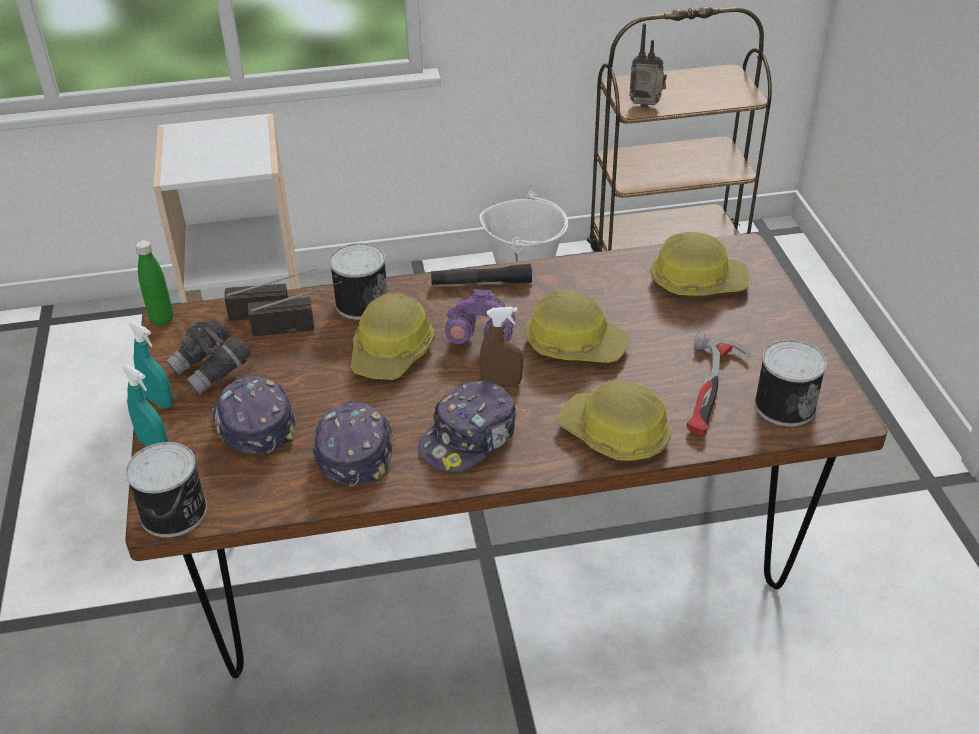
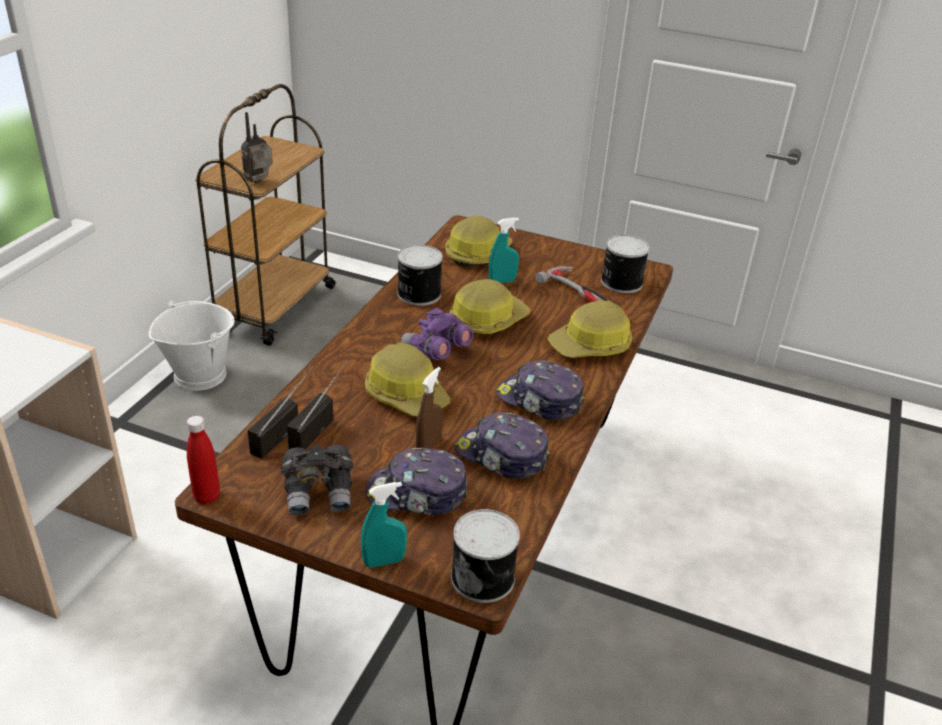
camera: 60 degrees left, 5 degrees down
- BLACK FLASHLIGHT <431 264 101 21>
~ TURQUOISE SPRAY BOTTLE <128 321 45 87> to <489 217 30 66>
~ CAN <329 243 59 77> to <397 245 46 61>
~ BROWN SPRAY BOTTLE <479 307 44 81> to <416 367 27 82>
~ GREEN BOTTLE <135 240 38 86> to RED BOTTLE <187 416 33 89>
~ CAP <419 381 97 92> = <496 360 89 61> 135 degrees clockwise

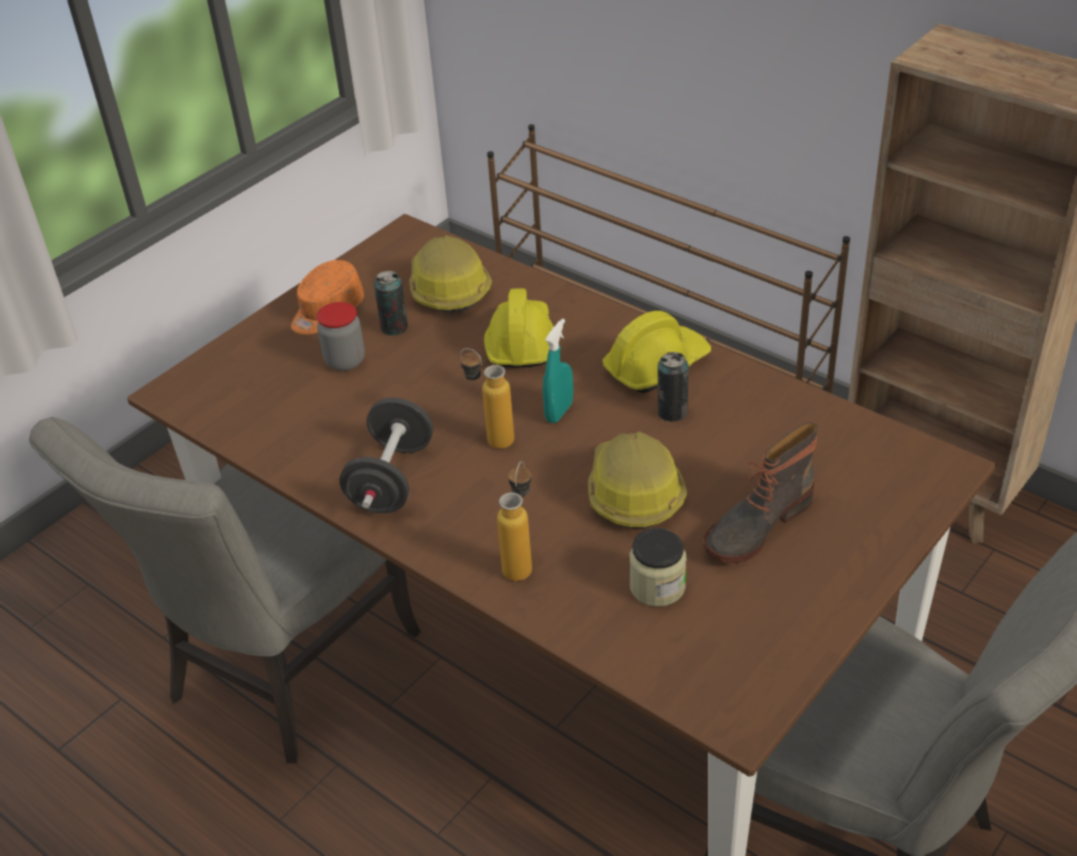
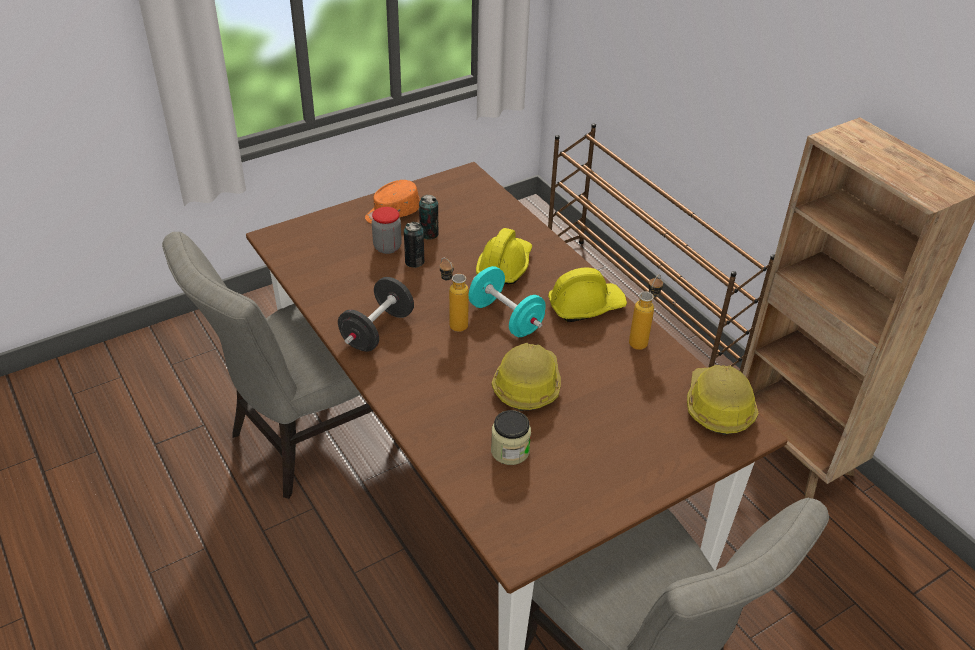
camera: 15 degrees right, 0 degrees up
- BOOT <703 422 115 141>
~ HARD HAT <409 235 83 78> to <687 365 71 70>
~ BOTTLE <497 461 35 120> to <629 274 34 76>
~ CAN <658 352 31 70> to <404 222 21 46>
~ TURQUOISE SPRAY BOTTLE <543 319 30 104> to TURQUOISE DUMBBELL <469 266 77 71>

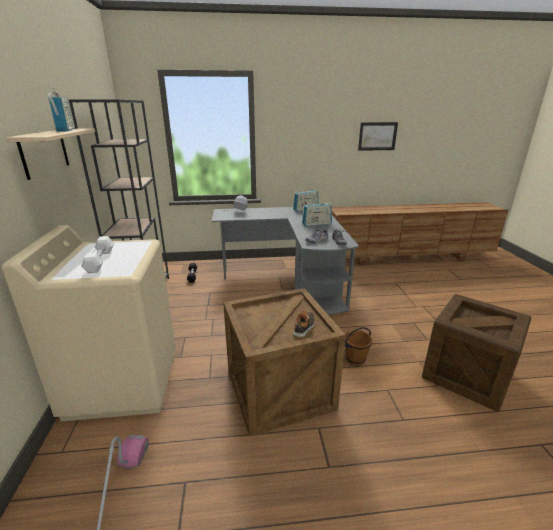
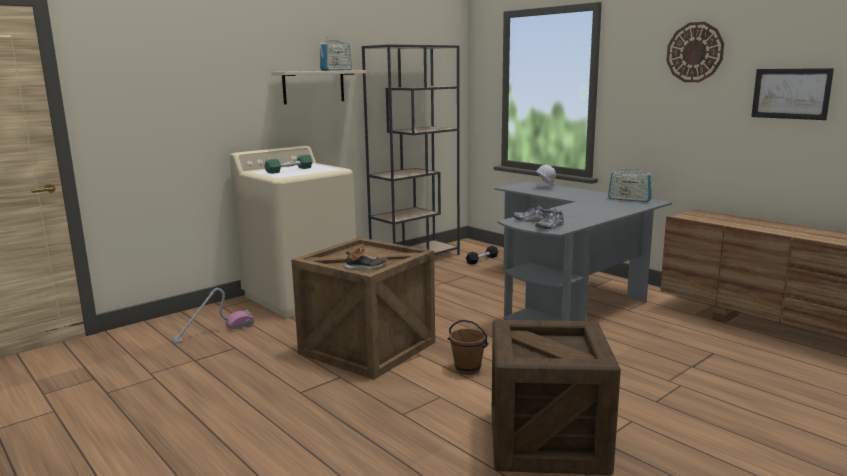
camera: 55 degrees right, 10 degrees down
- RADIO <302 202 30 24>
+ WALL CLOCK <666 22 58 60>
~ WHITE DUMBBELL <81 236 33 37> to GREEN DUMBBELL <264 154 48 20>

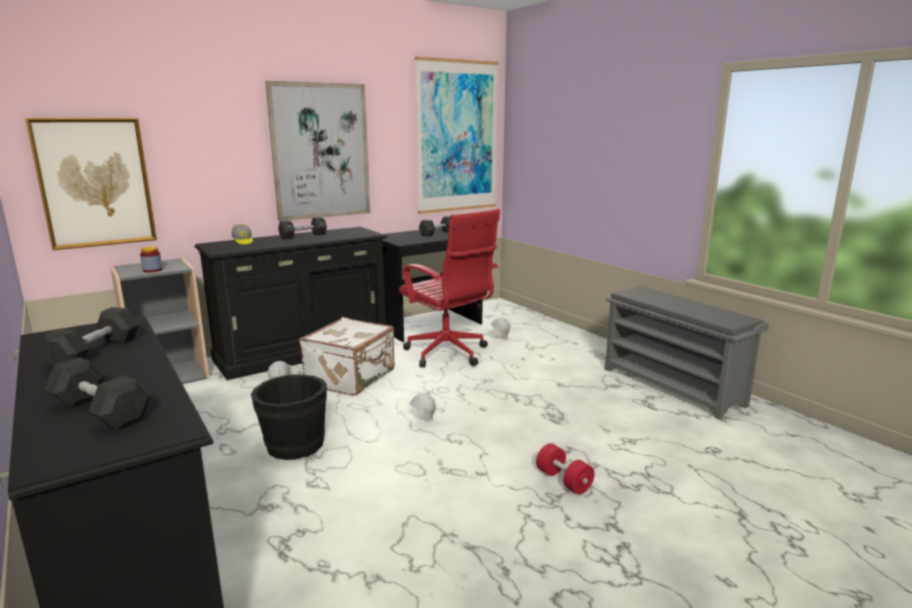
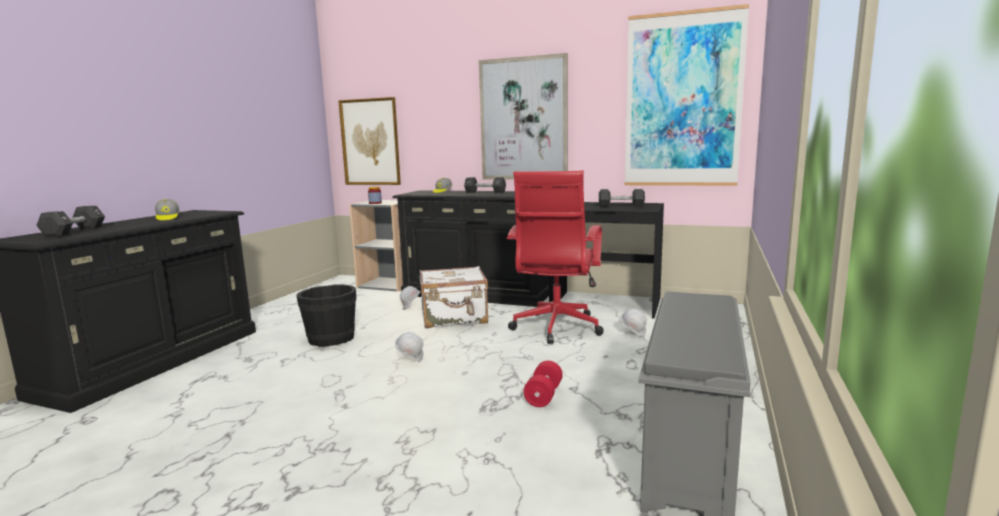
camera: 55 degrees right, 5 degrees down
~ RED DUMBBELL <536 443 59 51> to <523 361 40 46>
~ BLACK DUMBBELL <40 307 99 60> to CAP <155 199 24 21>

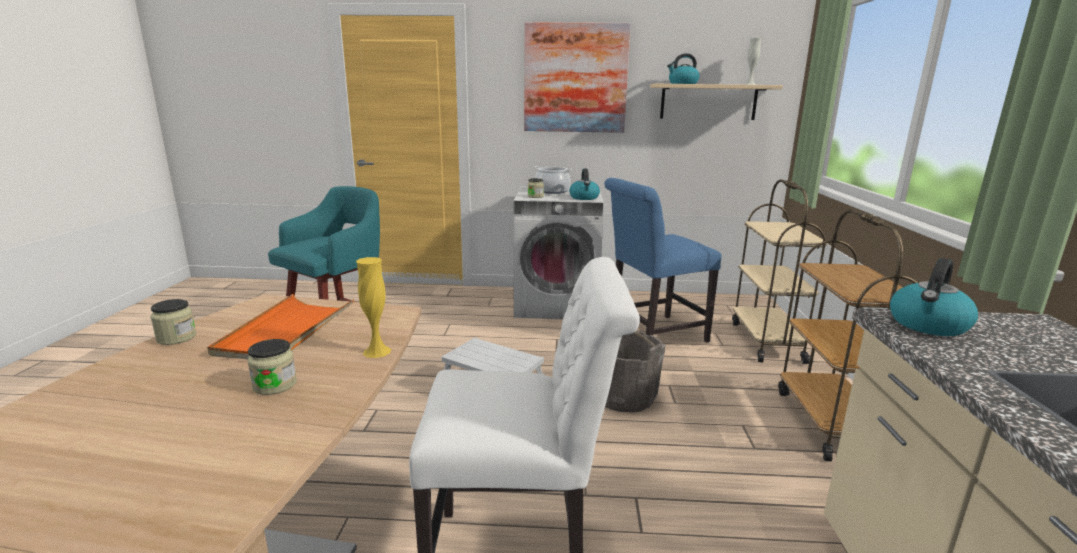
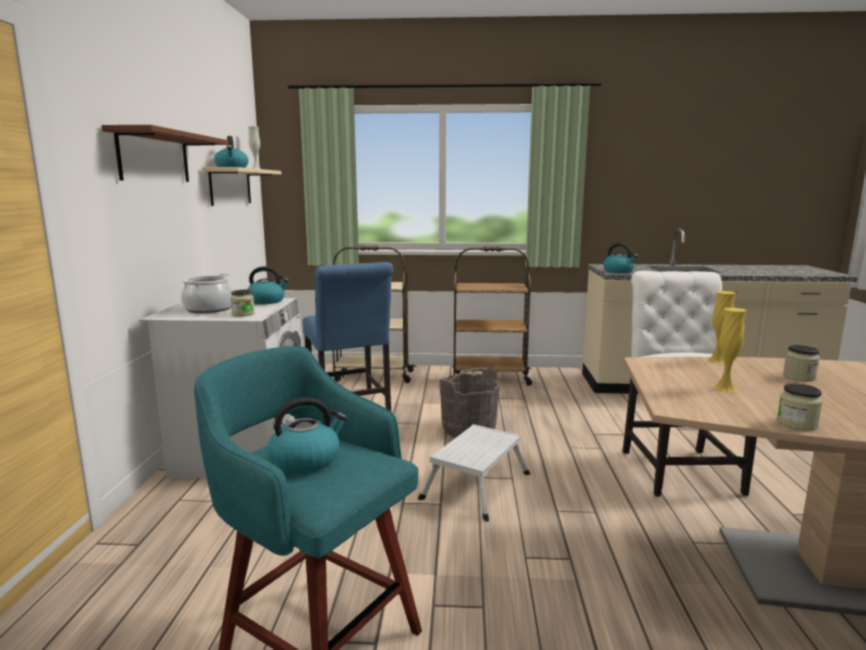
camera: 90 degrees left, 5 degrees down
+ KETTLE <268 397 79 77>
~ ORANGE TRAY <207 294 147 66> to YELLOW VASE <713 308 34 84>
~ PICTURE <524 22 107 111> to BROWN SHELF <101 125 128 57>

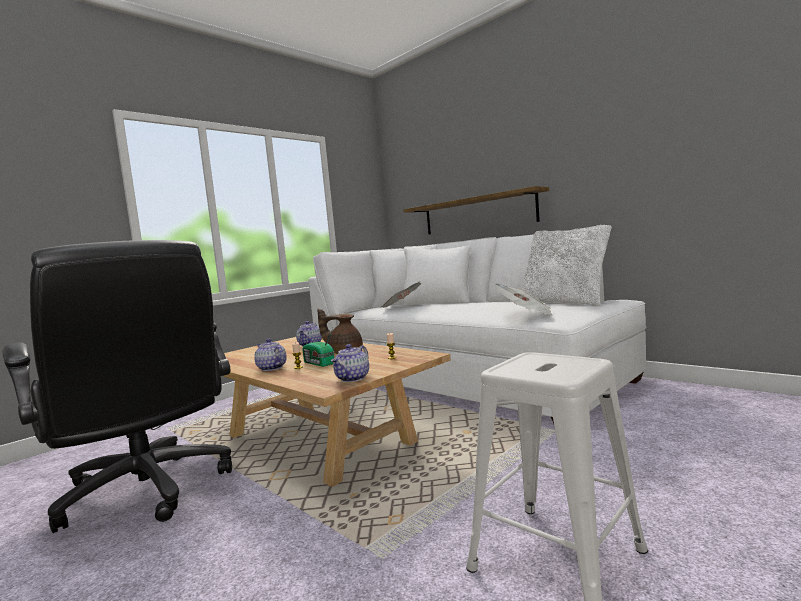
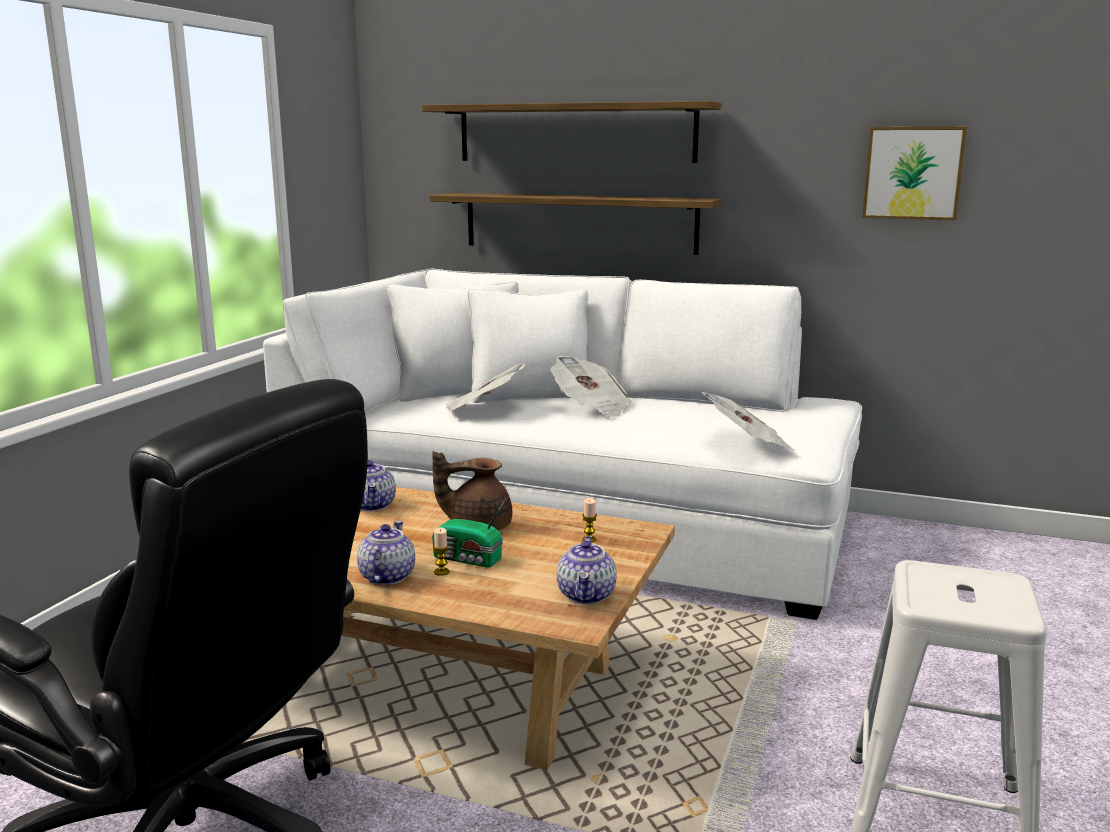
camera: 25 degrees left, 10 degrees up
- WHITE PILLOW <522 225 90 81>
+ SHELF <422 101 299 62>
+ NEWSPAPER <550 355 82 63>
+ PICTURE <862 127 105 93>
~ TEAPOT <254 339 33 32> = <357 521 58 64> 75 degrees clockwise

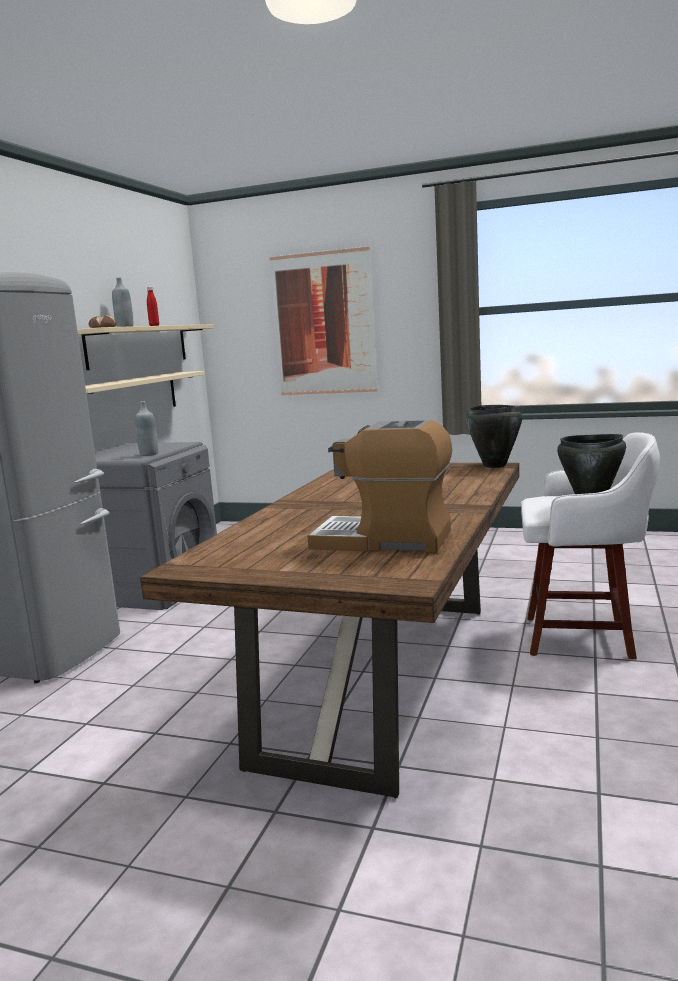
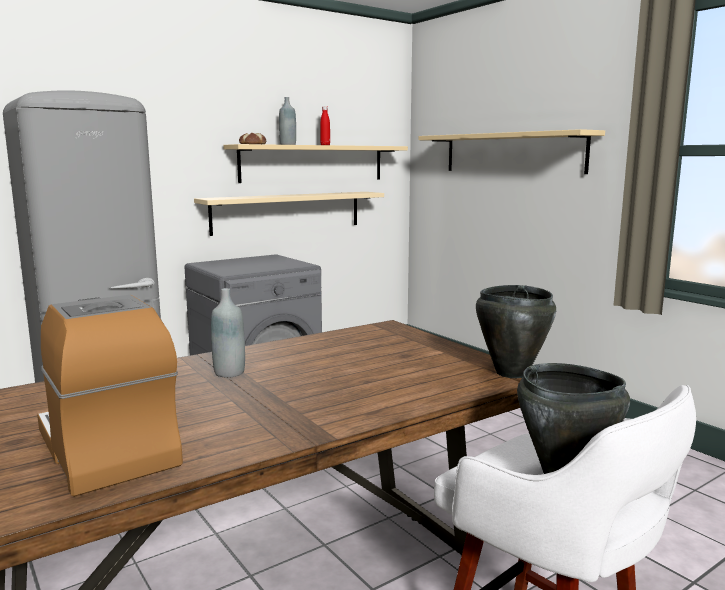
camera: 35 degrees right, 0 degrees up
~ GREY BOTTLE <135 401 23 55> to <211 288 34 90>
~ PICTURE <270 247 108 148> to BEIGE SHELF <419 129 186 45>

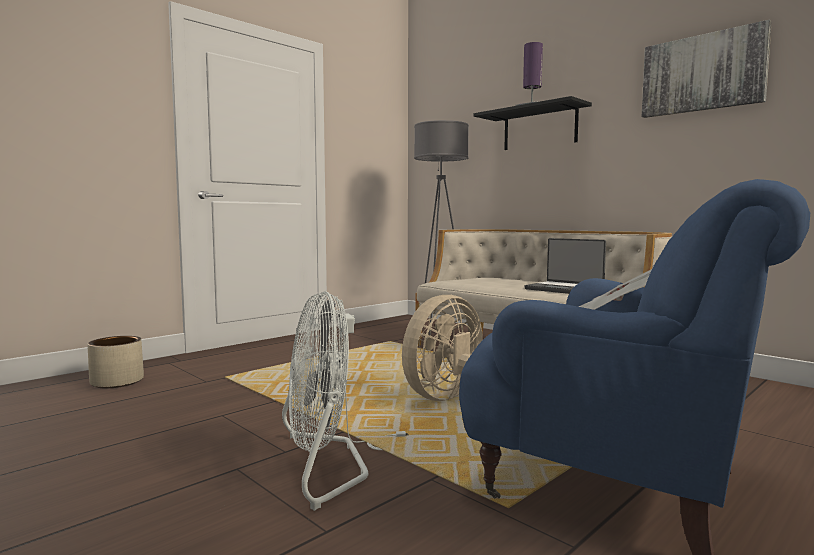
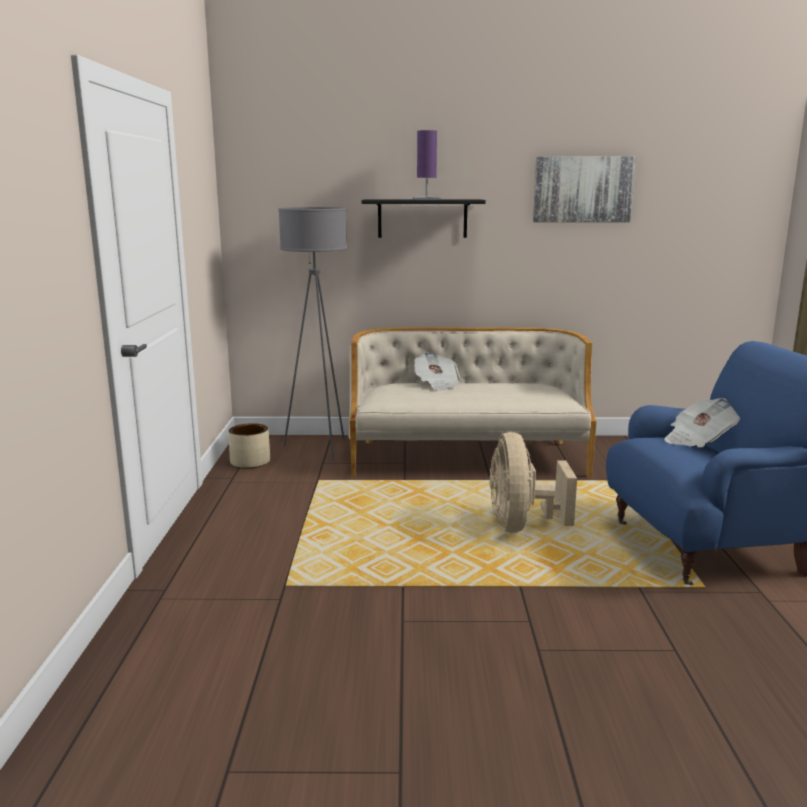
camera: 45 degrees left, 10 degrees up
- WHITE FAN <282 291 127 220>
- LAPTOP <525 238 81 56>
+ NEWSPAPER <414 352 47 39>
~ BEIGE PLANTER <87 336 57 52> to <228 423 42 46>

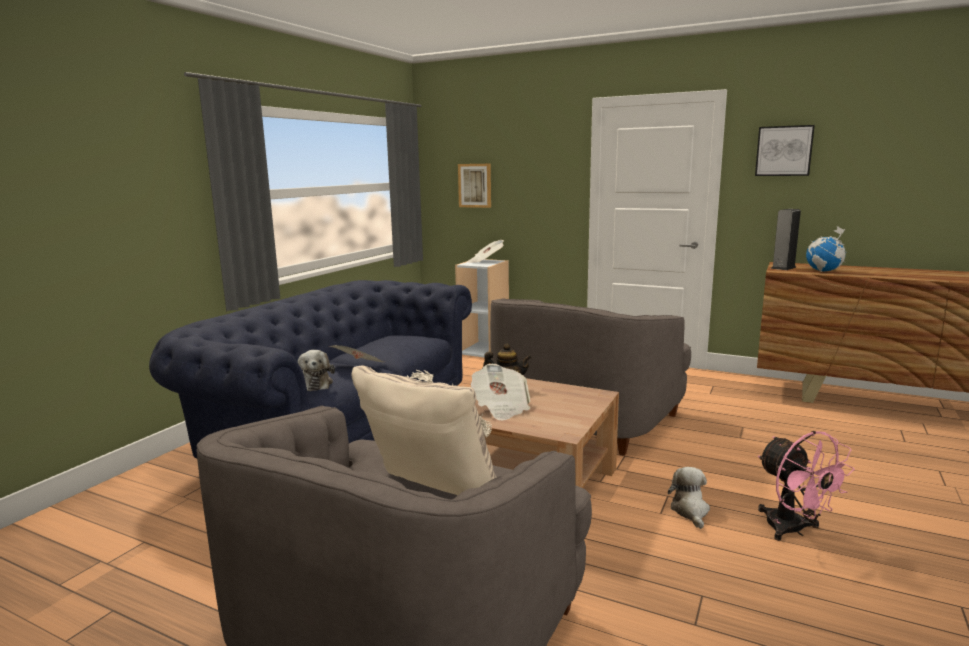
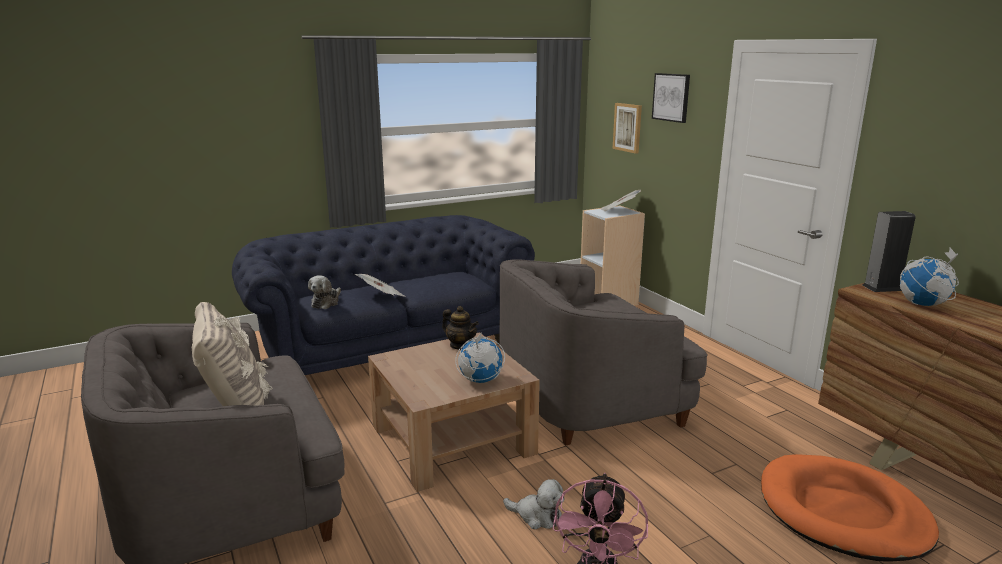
camera: 35 degrees right, 5 degrees up
- NEWSPAPER <471 364 59 57>
+ GLOBE <455 333 50 50>
+ ORANGE DOG BED <761 454 178 108>
~ PICTURE <755 125 60 51> to <652 73 38 50>
~ PLUSH TOY <668 467 42 62> = <503 479 61 50> 75 degrees clockwise

